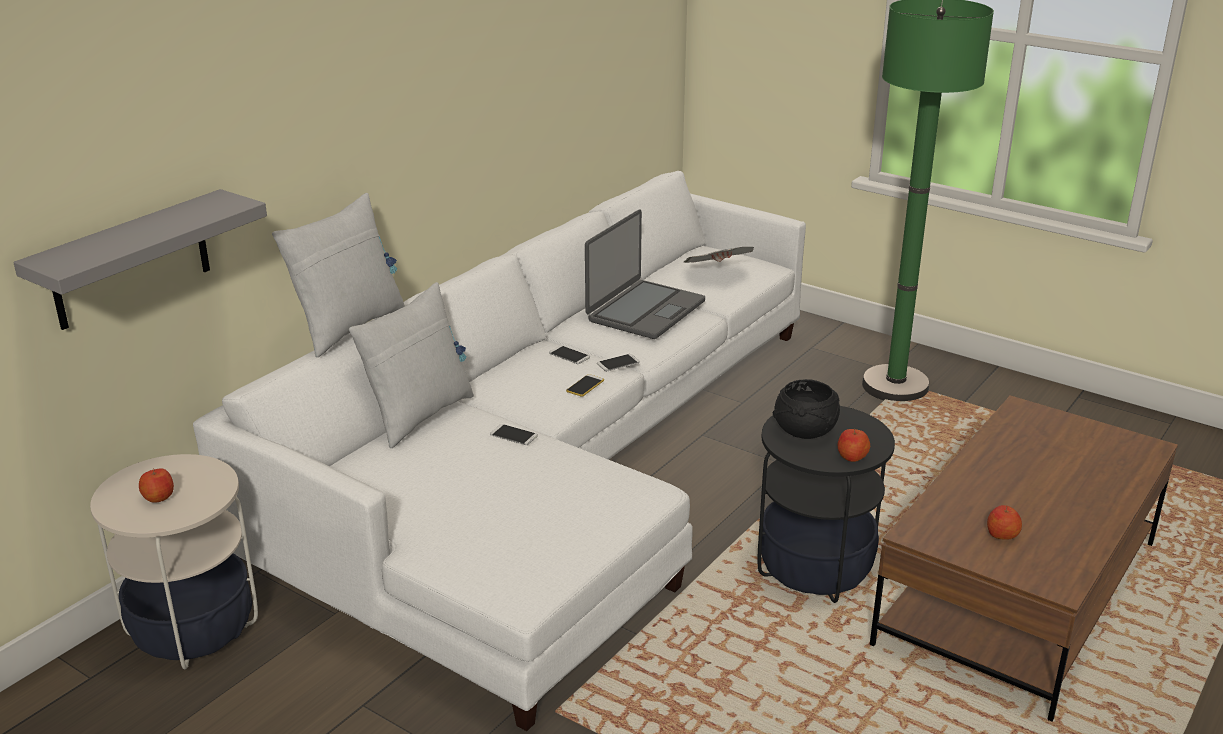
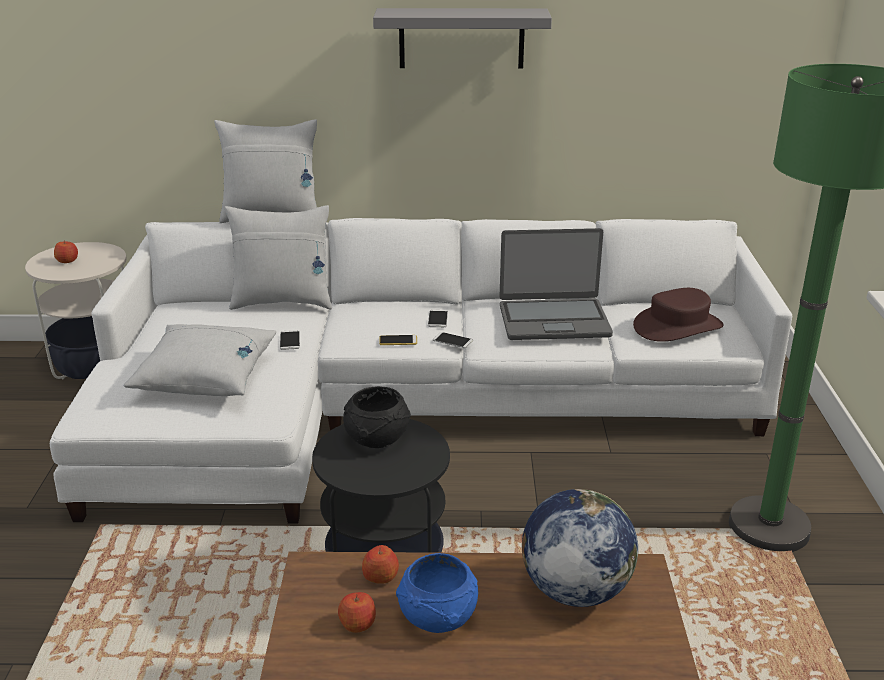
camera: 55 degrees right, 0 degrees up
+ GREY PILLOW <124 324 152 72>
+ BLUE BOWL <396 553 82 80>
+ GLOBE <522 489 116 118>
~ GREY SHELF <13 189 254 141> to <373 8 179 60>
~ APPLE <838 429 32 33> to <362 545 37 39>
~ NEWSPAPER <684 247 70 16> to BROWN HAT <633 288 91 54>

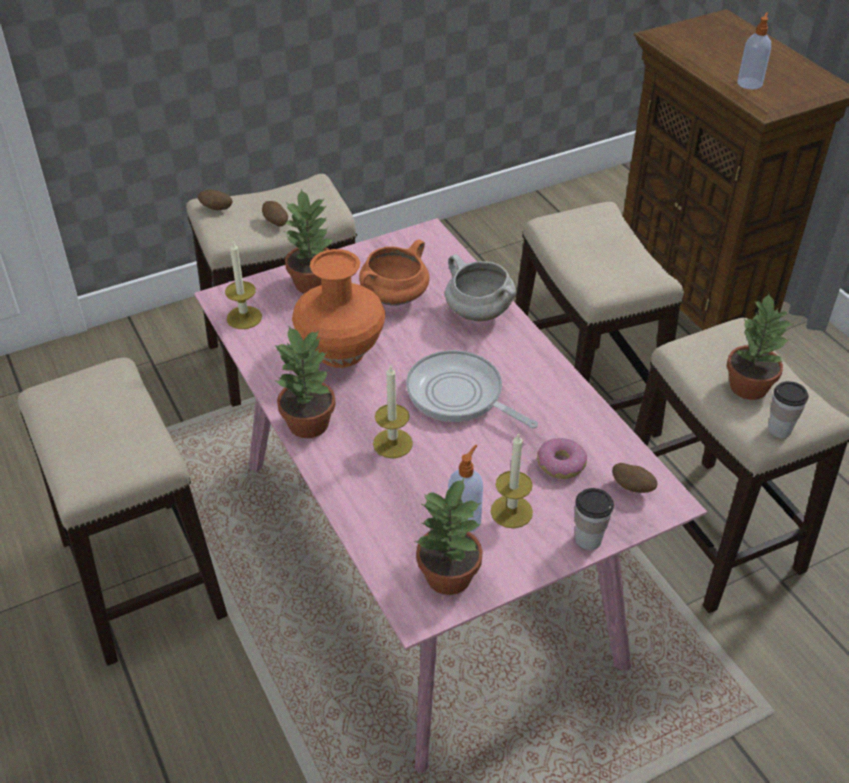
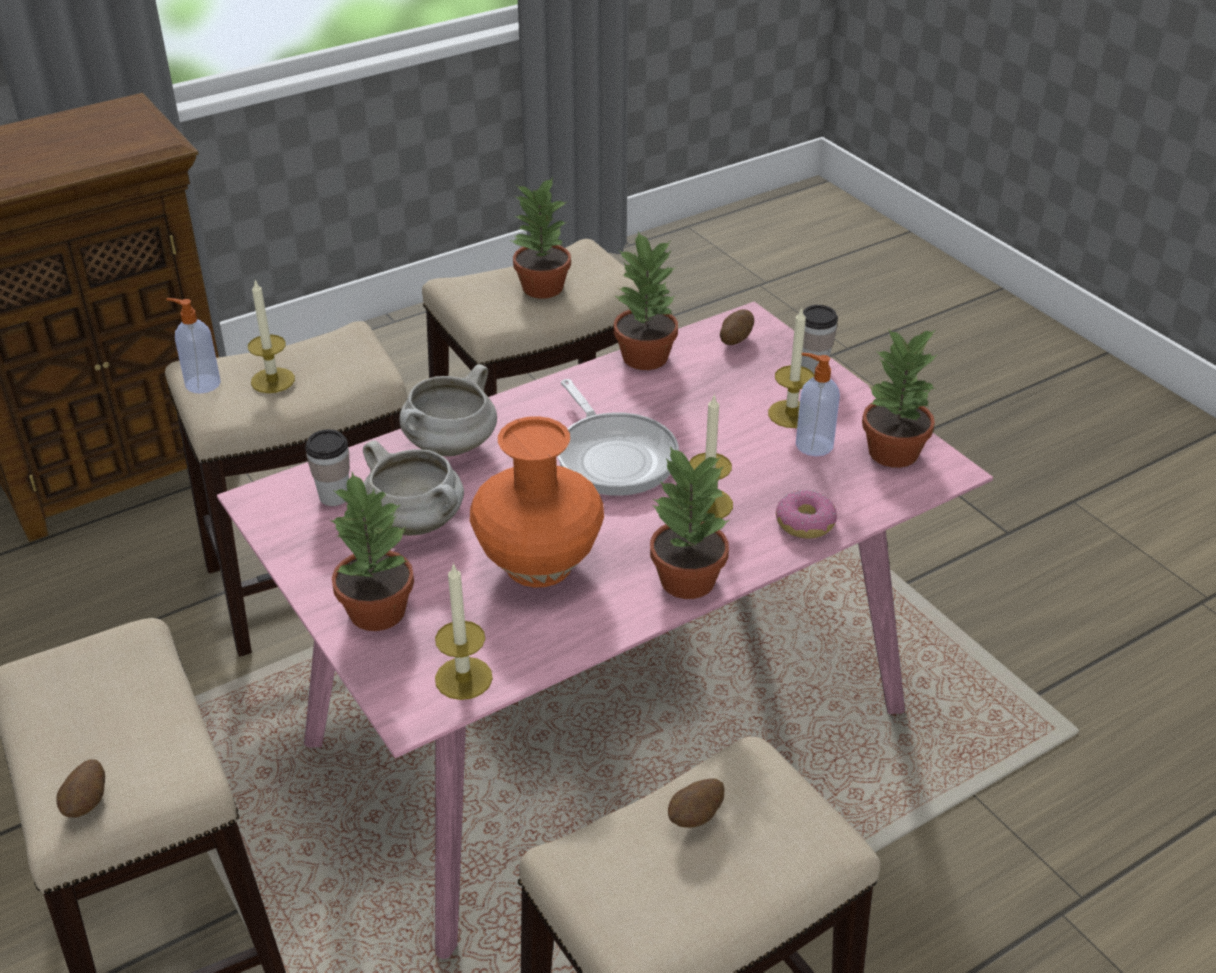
camera: 95 degrees left, 5 degrees down
+ CANDLE <248 280 47 113>
+ POTTED PLANT <614 231 64 139>
~ POTATO <262 201 26 26> to <668 778 57 50>
~ DONUT <537 438 50 41> to <776 490 61 49>
~ SOAP DISPENSER <738 12 33 78> to <166 298 55 96>
~ CUP <768 381 41 57> to <305 429 45 77>
~ ORANGE COOKING POT <359 239 70 67> to WHITE COOKING POT <363 440 101 96>
~ FRYING PAN <406 350 132 79> = <557 379 122 117> 60 degrees counterclockwise

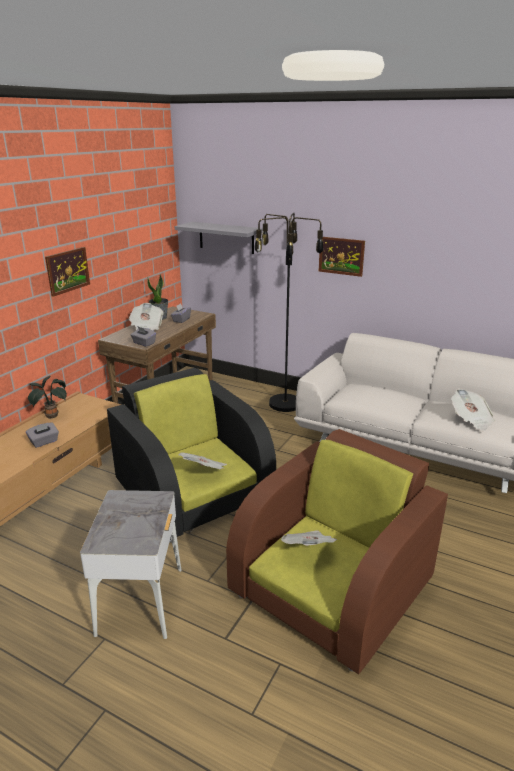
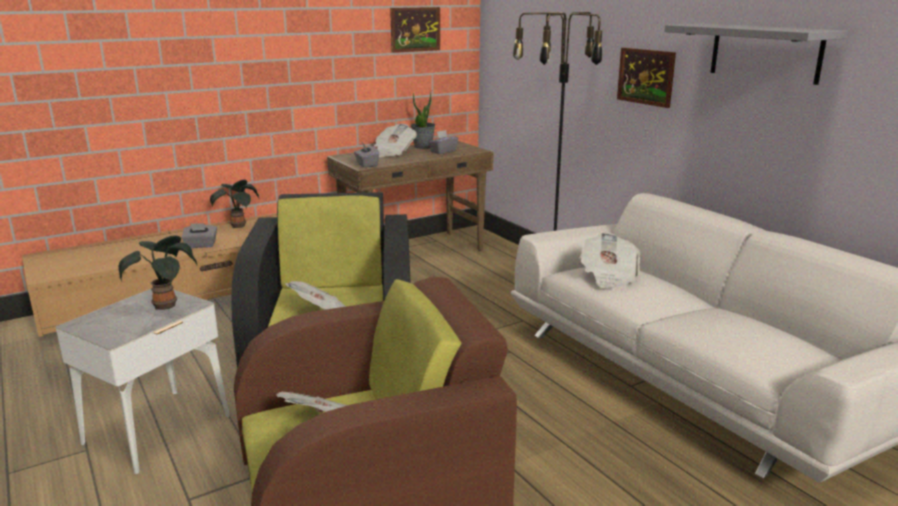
camera: 30 degrees right, 5 degrees down
+ POTTED PLANT <118 235 79 75>
~ PICTURE <45 247 45 50> to <390 7 50 46>
~ GREY SHELF <175 222 88 32> to <664 23 184 62>
~ NEWSPAPER <451 388 44 44> to <579 232 61 57>

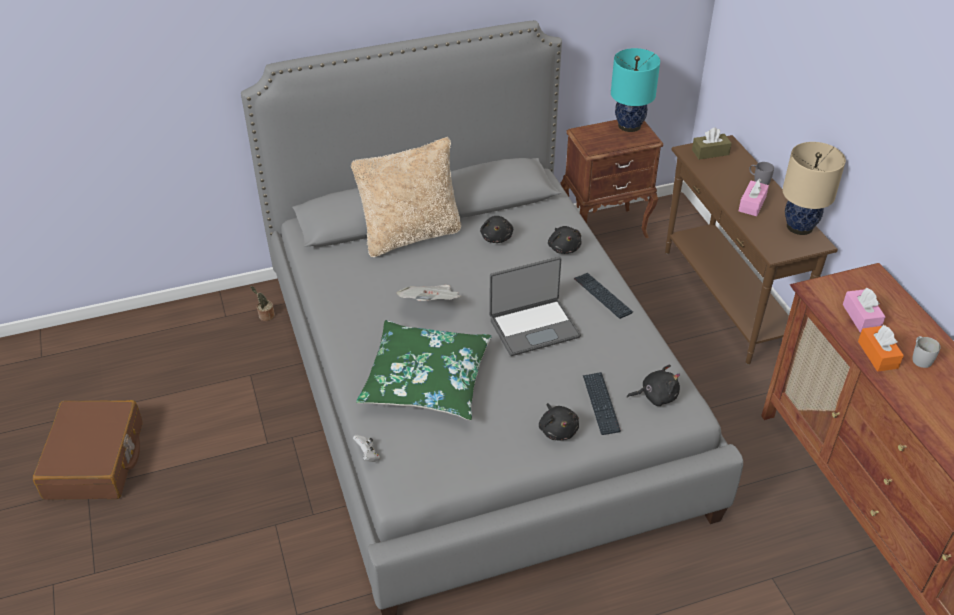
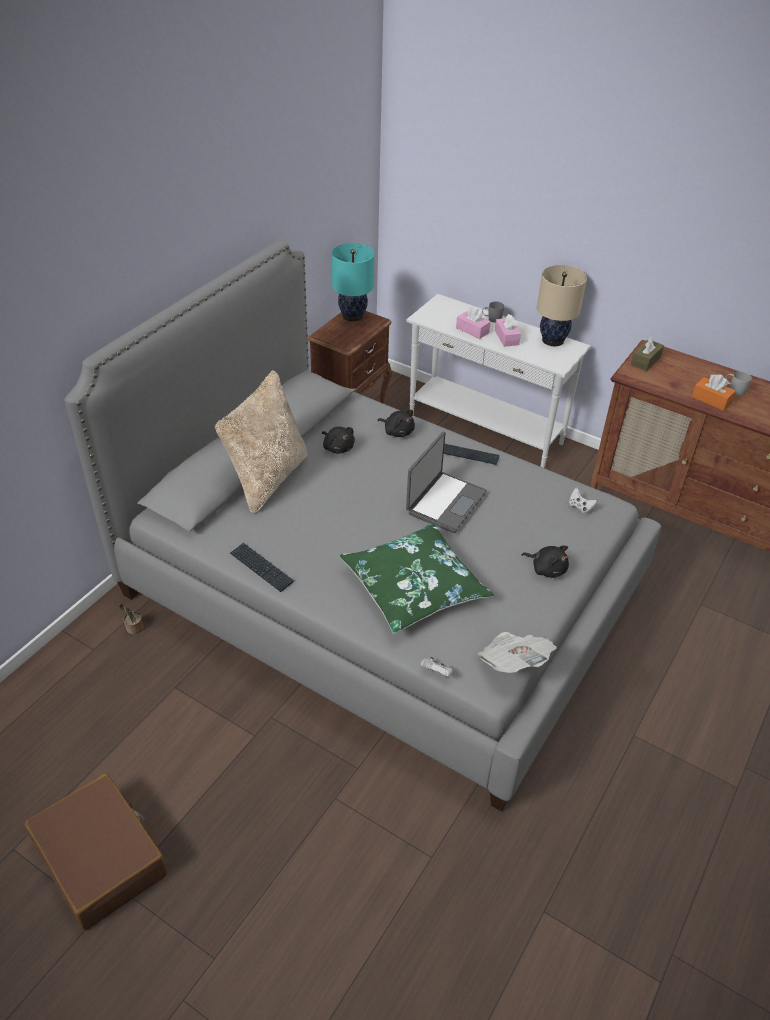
camera: 40 degrees left, 0 degrees up
~ NEWSPAPER <397 285 64 16> to <477 632 80 41>
~ KEYBOARD <583 372 38 63> to <230 543 64 49>
~ BROWN TISSUE BOX <692 128 40 31> to <631 336 33 35>
~ PINK TISSUE BOX <843 287 42 45> to <456 307 34 32>
~ BLACK PLUSH TOY <627 365 53 41> to WHITE GAME CONTROLLER <569 488 29 26>
~ BROWN CONSOLE TABLE <665 135 173 230> to WHITE CONSOLE TABLE <406 294 185 174>

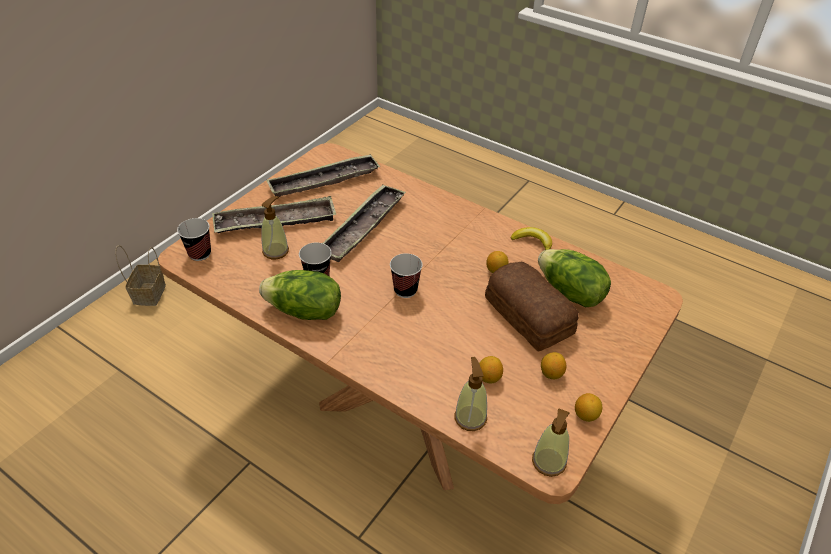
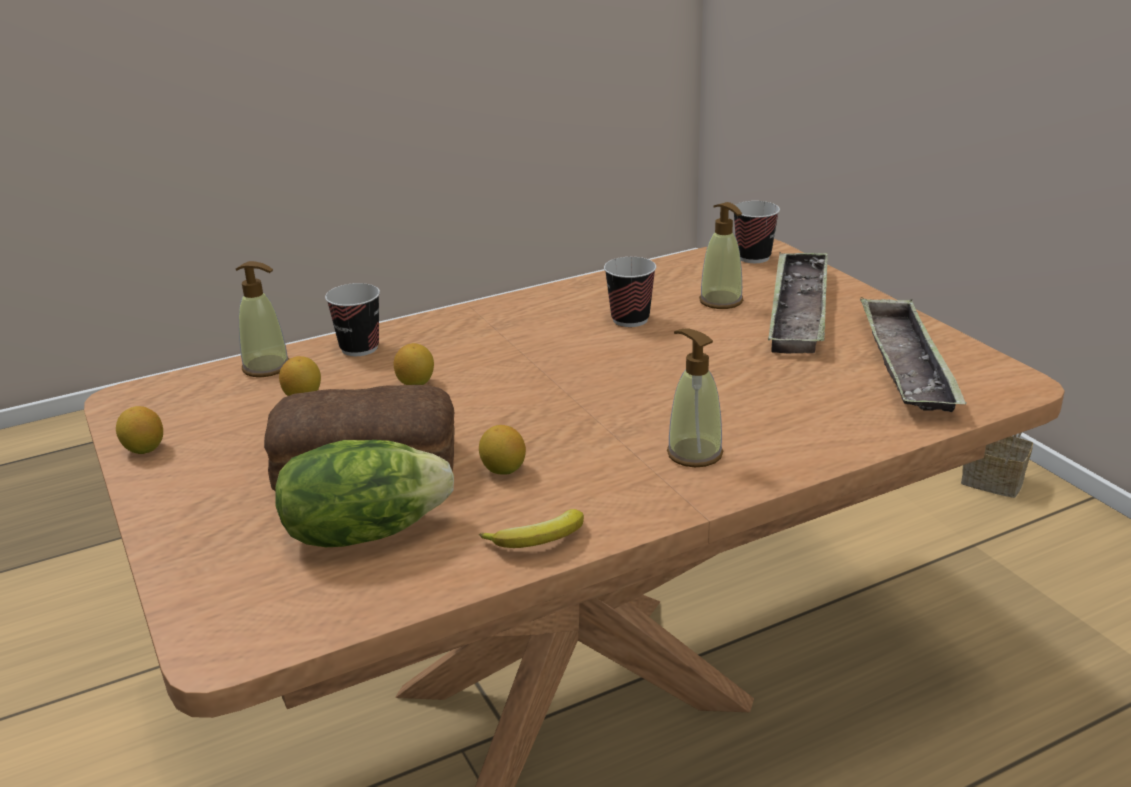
camera: 120 degrees right, 15 degrees down
- LETTUCE <259 270 82 50>
- TRAY <323 184 83 78>
~ CUP <390 253 33 45> to <325 283 55 73>
~ SOAP DISPENSER <532 408 38 69> to <667 329 56 138>
~ LEMON <541 352 25 27> to <394 343 40 42>

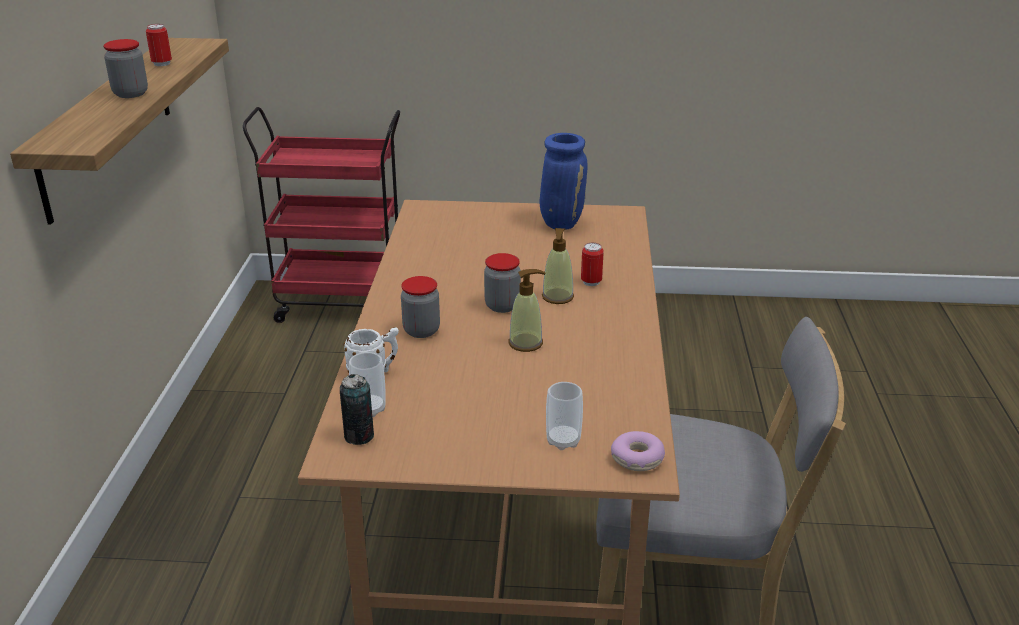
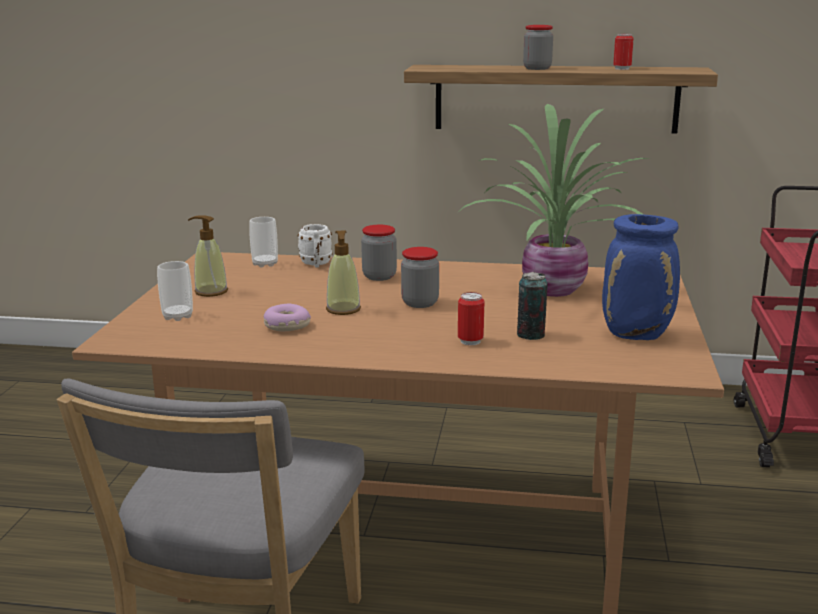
camera: 95 degrees right, 10 degrees down
+ POTTED PLANT <457 104 193 193>
~ CAN <340 374 34 71> to <517 272 31 68>
~ SOAP DISPENSER <542 228 32 76> to <188 216 40 81>
~ DONUT <611 431 54 40> to <264 304 47 27>

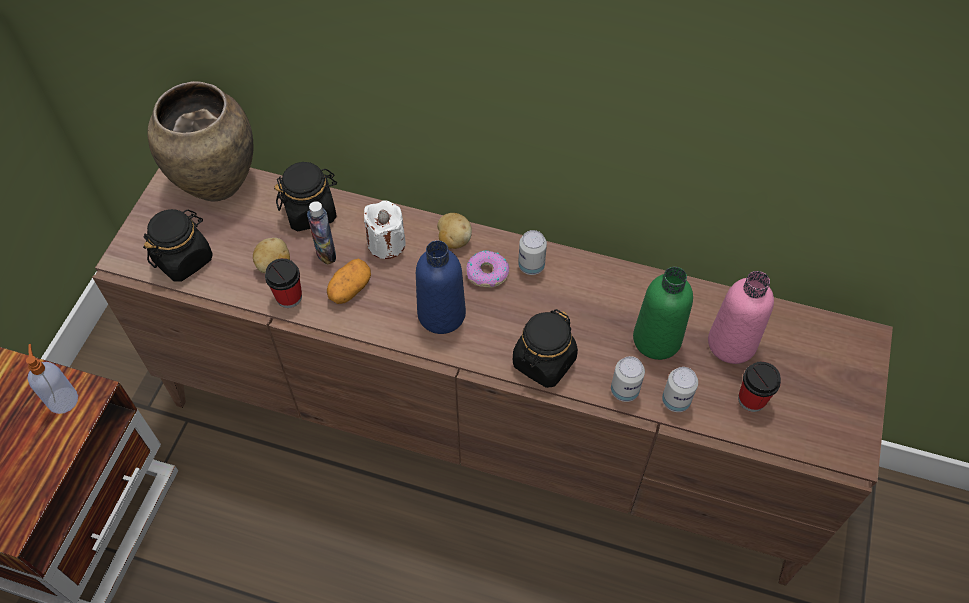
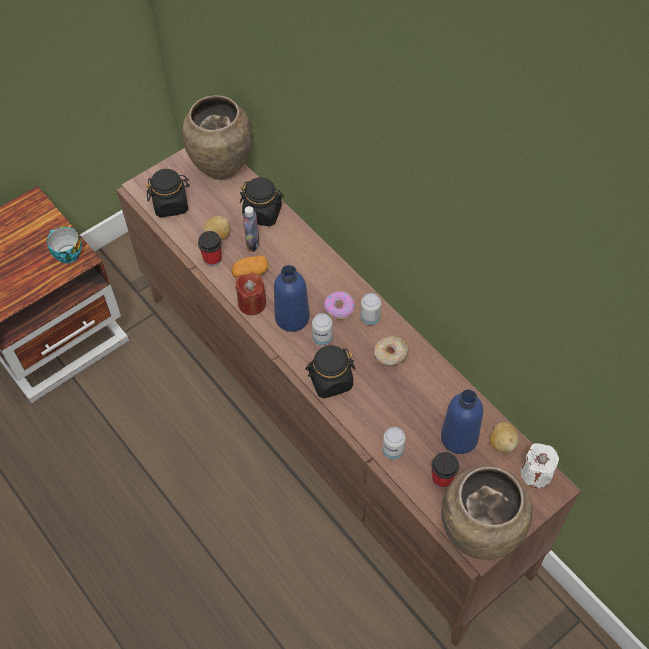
camera: 35 degrees right, 0 degrees up
- GREEN BOTTLE <633 267 60 93>
+ RED CANDLE <236 273 30 42>
+ DONUT <374 336 35 30>
+ BROWN VASE <441 465 91 95>
~ WHITE CANDLE <364 200 42 59> to <521 443 38 45>
~ POTATO <437 213 35 36> to <490 422 29 31>
~ CAN <611 356 34 46> to <312 313 21 33>
~ SOAP DISPENSER <26 344 52 70> to CUP <47 227 35 37>
~ PINK BOTTLE <708 271 66 93> to BLUE BOTTLE <441 389 42 65>

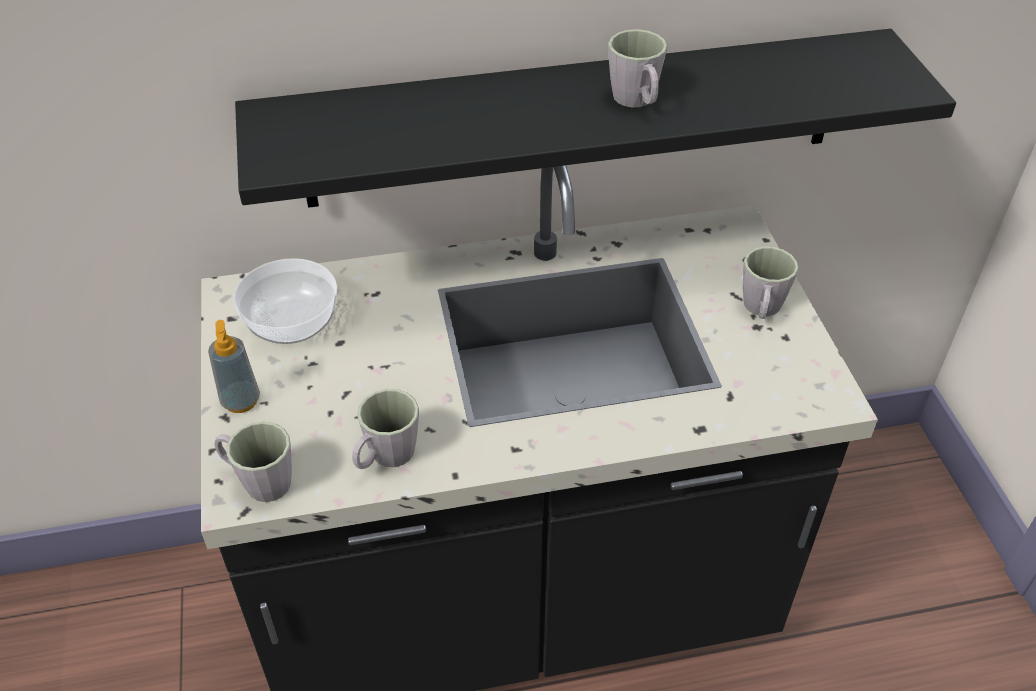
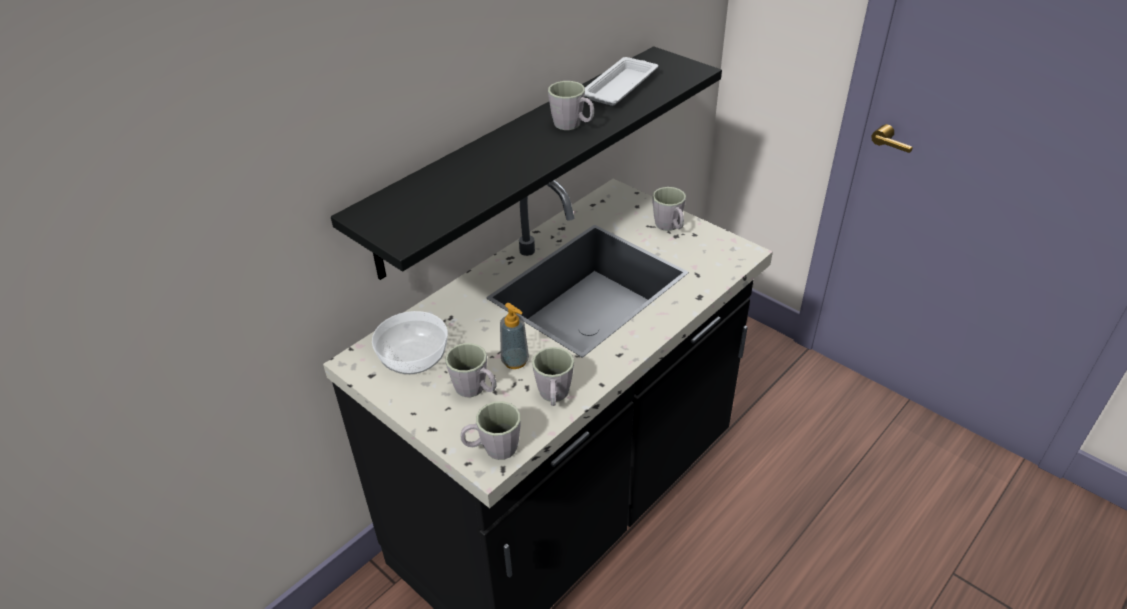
camera: 35 degrees left, 5 degrees down
+ GREY MUG <445 343 52 54>
+ WHITE TRAY <585 57 73 49>
~ SOAP DISPENSER <208 320 52 93> to <500 303 29 66>

